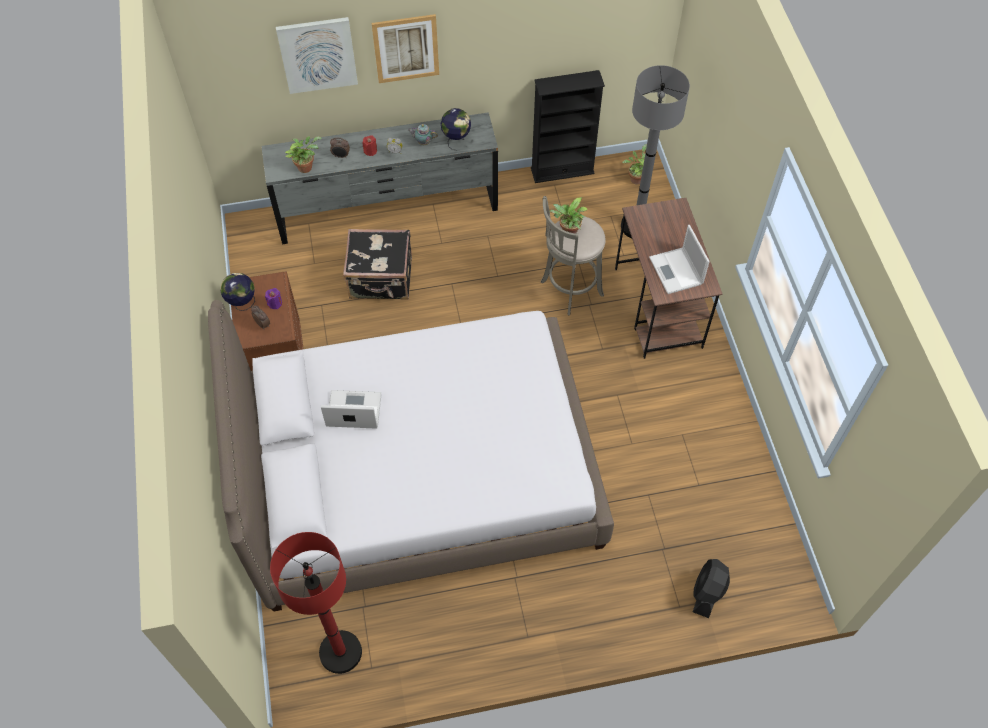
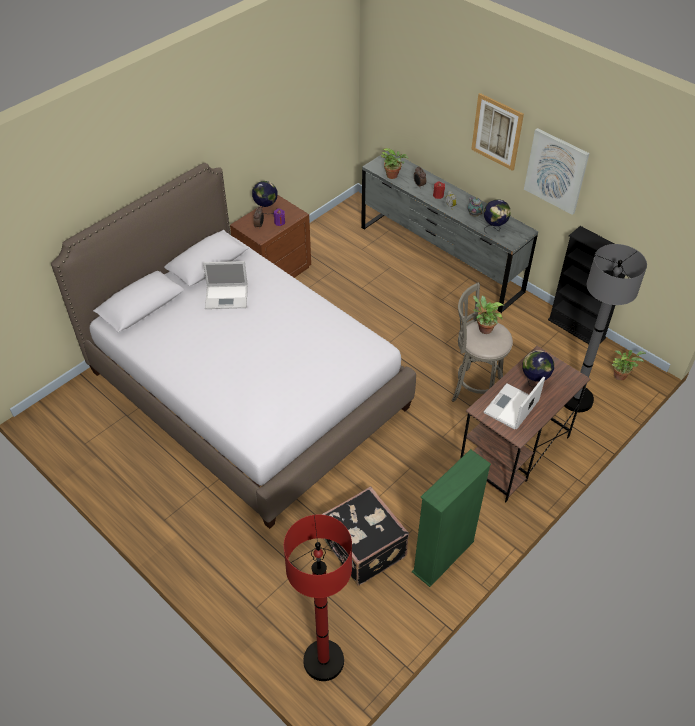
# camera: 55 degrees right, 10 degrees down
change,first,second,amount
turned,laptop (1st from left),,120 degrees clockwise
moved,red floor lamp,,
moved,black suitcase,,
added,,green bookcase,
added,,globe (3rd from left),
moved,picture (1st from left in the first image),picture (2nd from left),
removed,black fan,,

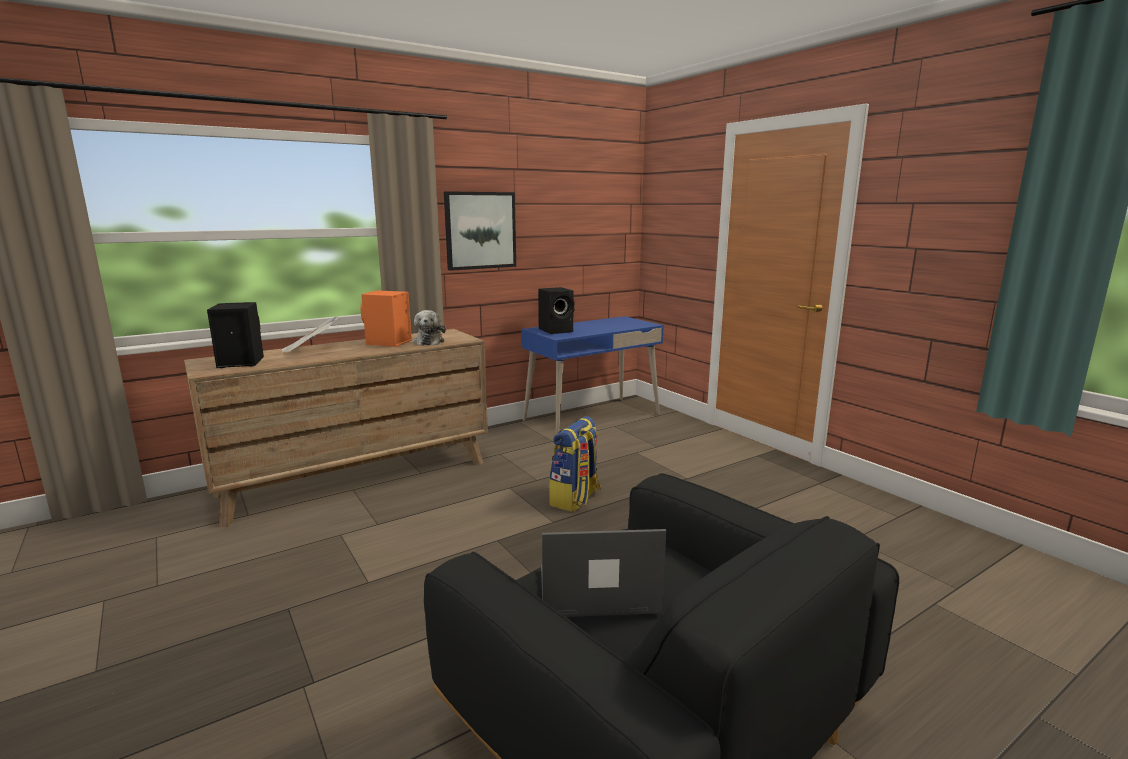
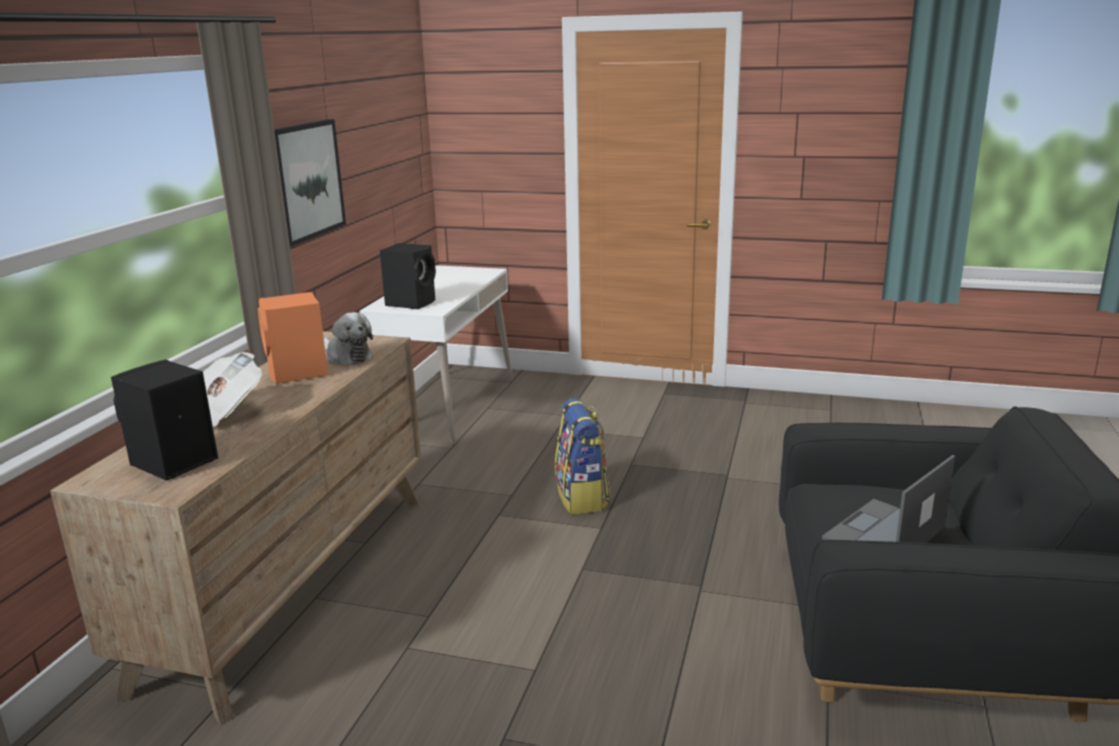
# camera: 40 degrees left, 5 degrees up
change,first,second,amount
recoloured,blue desk,white desk,

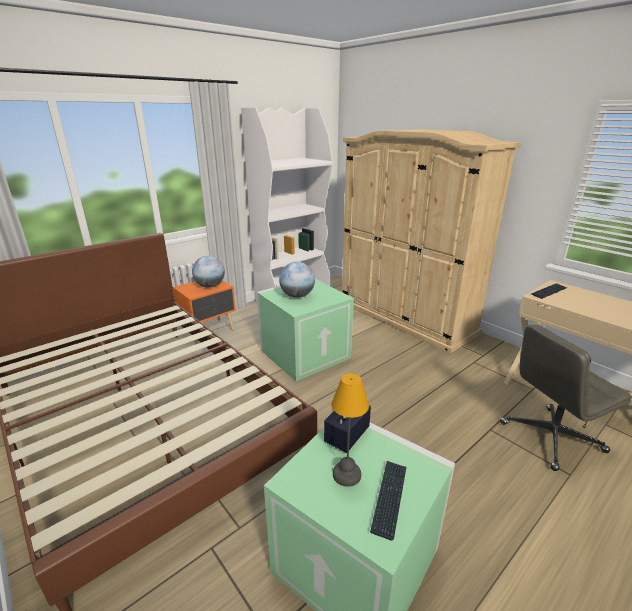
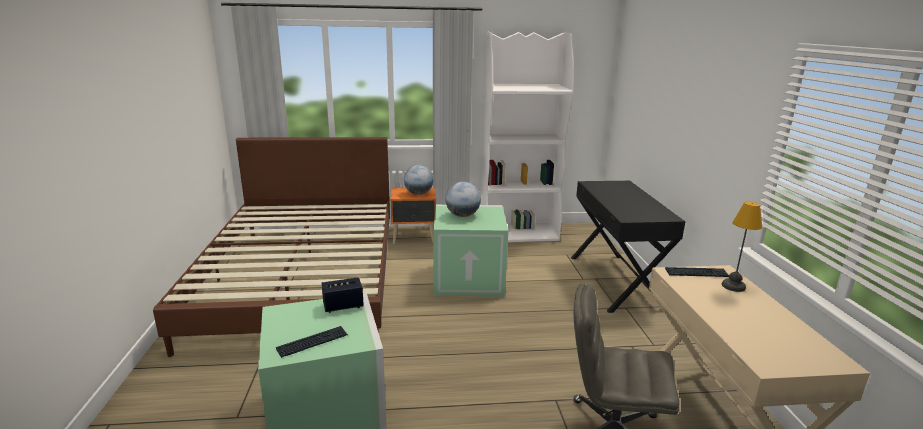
# camera: 35 degrees right, 5 degrees down
change,first,second,amount
replaced,beige wardrobe,black desk,
moved,table lamp,,

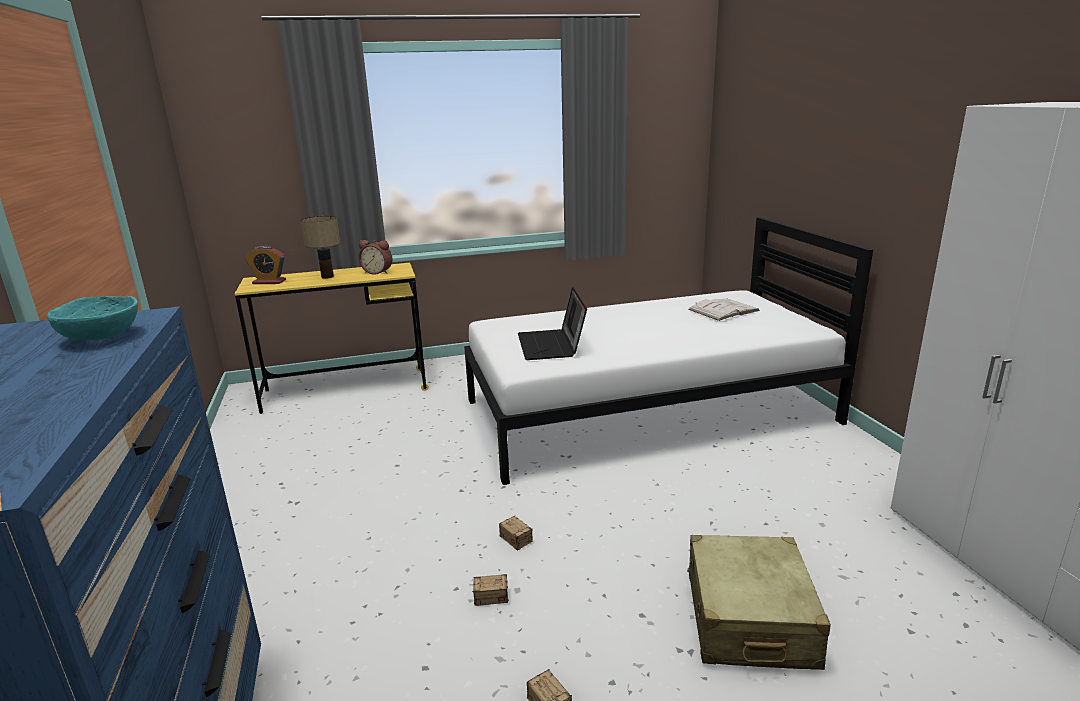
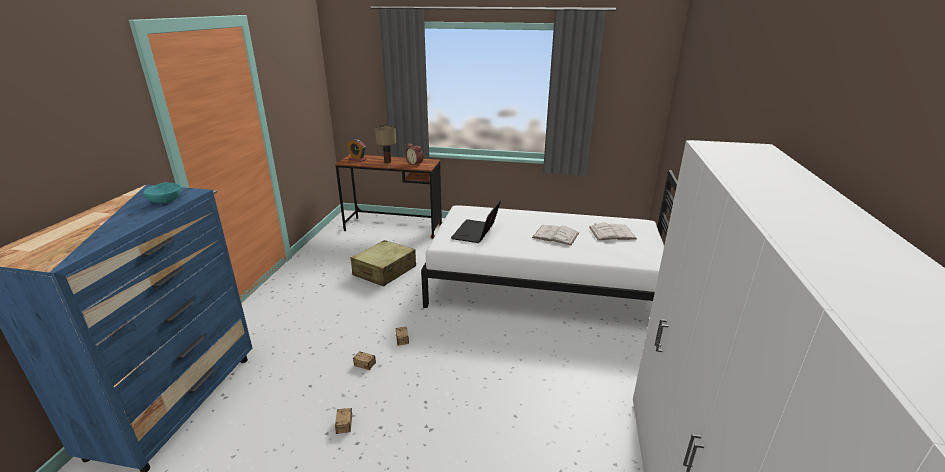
# camera: 25 degrees right, 5 degrees up
change,first,second,amount
recoloured,yellow desk,brown desk,
moved,beige suitcase,,
added,,white book (1st from left),

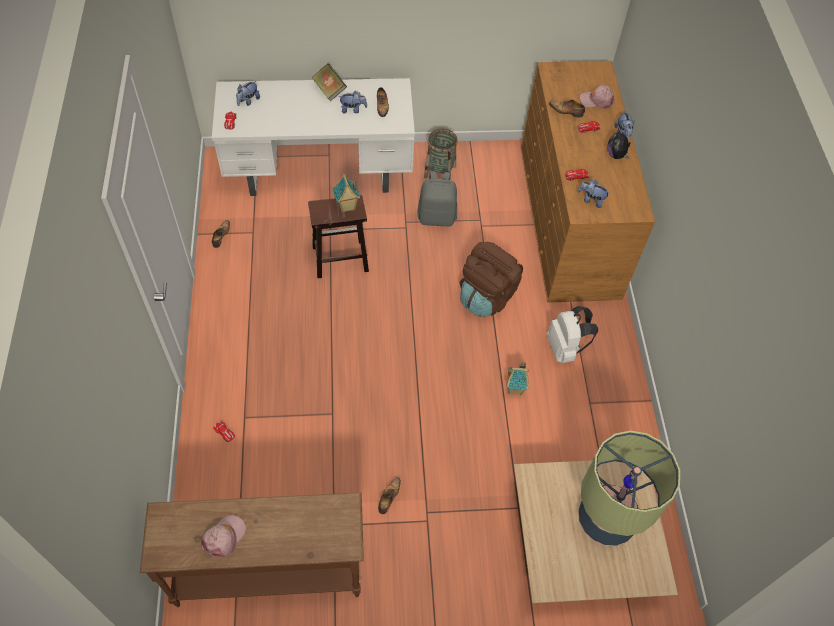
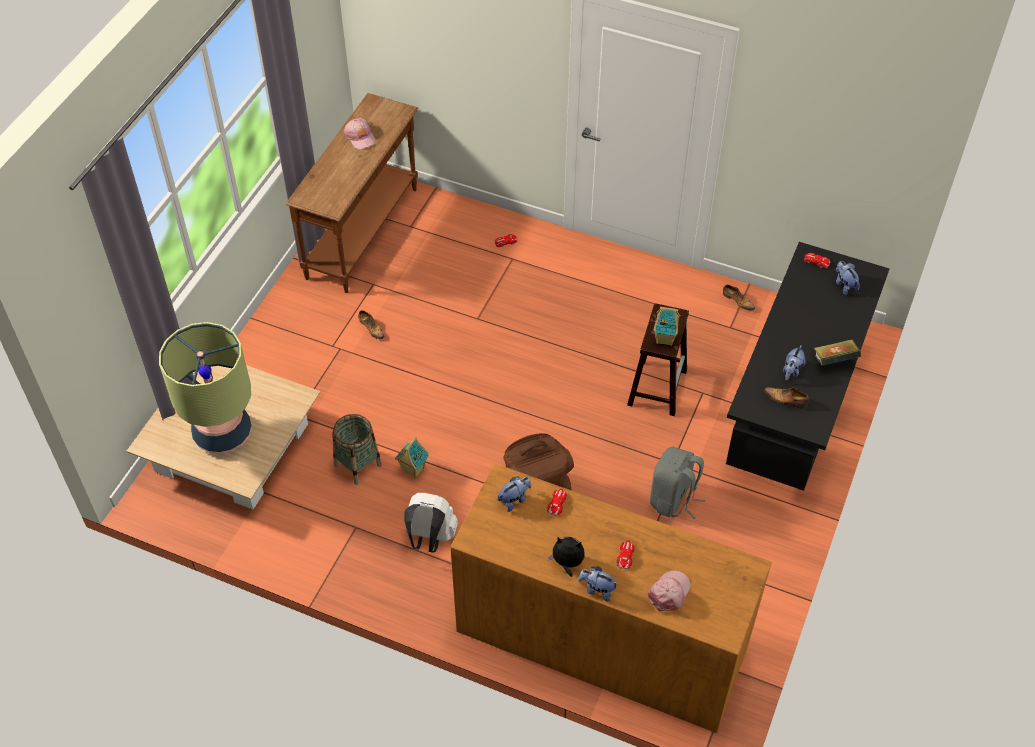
# camera: 120 degrees right, 5 degrees down
change,first,second,amount
moved,basket,,
recoloured,white desk,black desk,
removed,shoe (4th from left),,

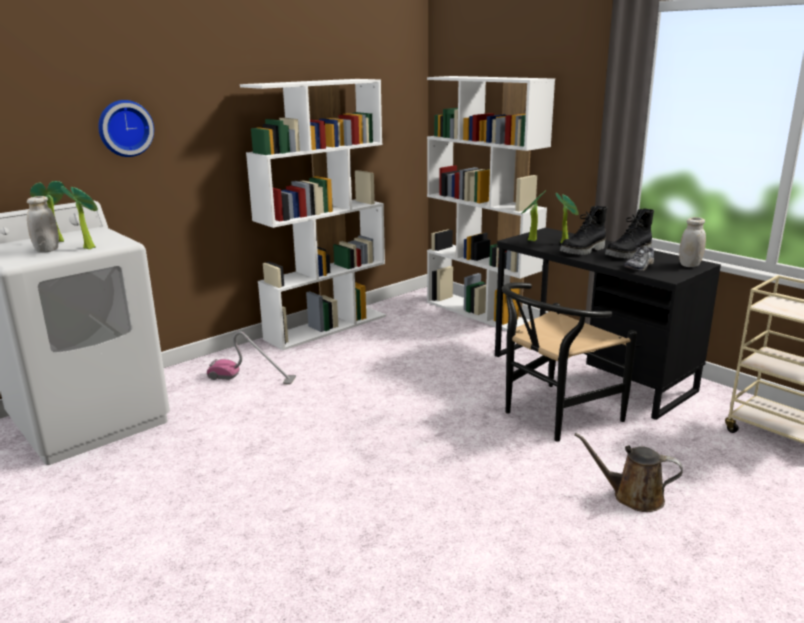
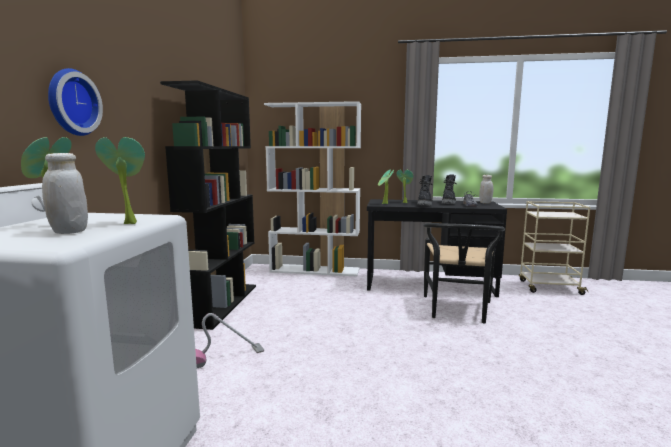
# camera: 40 degrees left, 10 degrees down
change,first,second,amount
recoloured,white bookcase (1st from left),black bookcase,
removed,brown watering can,,

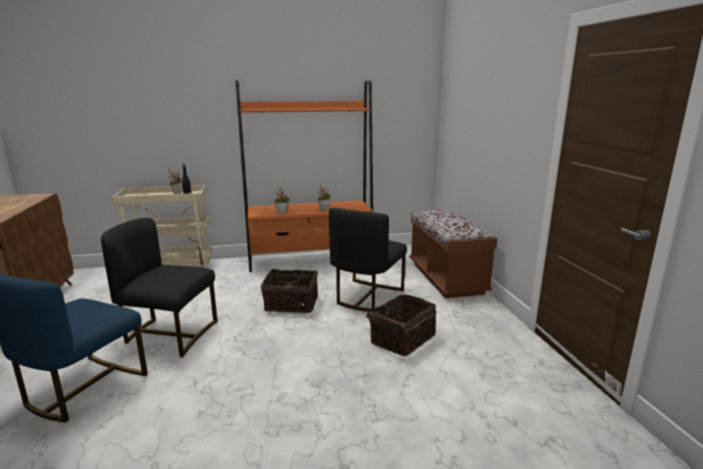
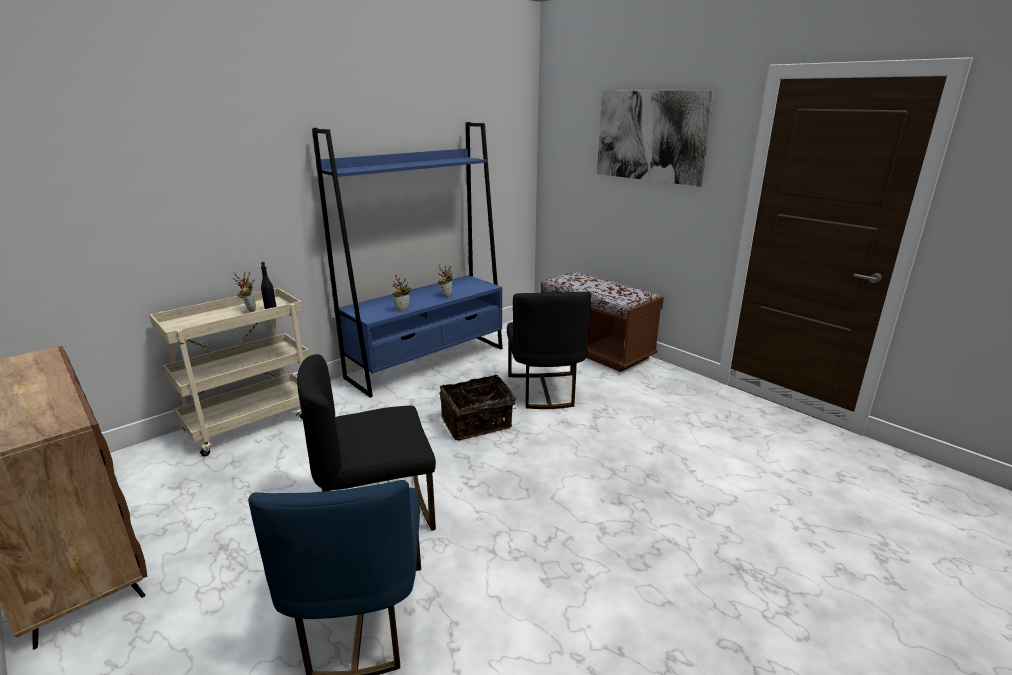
# camera: 30 degrees left, 5 degrees up
change,first,second,amount
recoloured,orange bookcase,blue bookcase,
added,,picture,
removed,basket (2nd from left),,

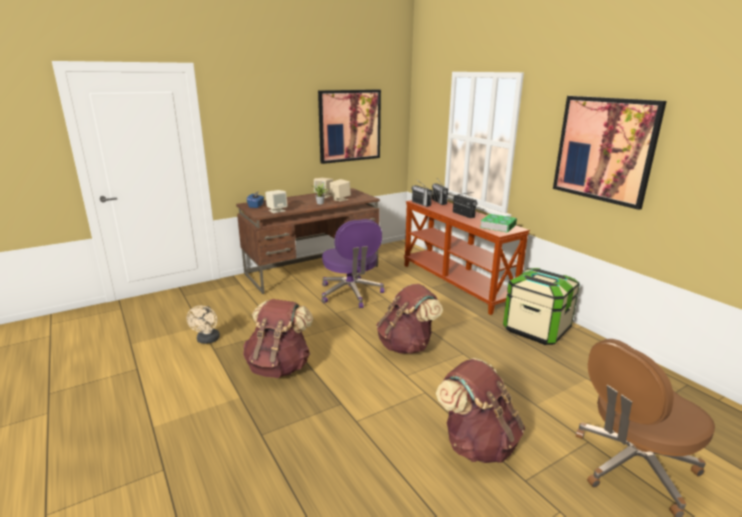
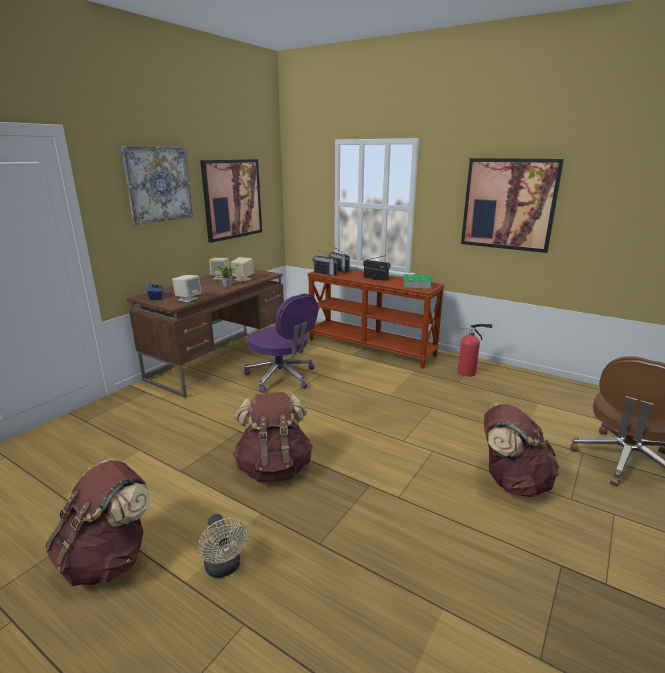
# camera: 25 degrees left, 0 degrees up
change,first,second,amount
moved,brown backpack (2nd from left in the first image),brown backpack (1st from left),
added,,picture (1st from left),
moved,beige fan,,
replaced,storage box,fire extinguisher,

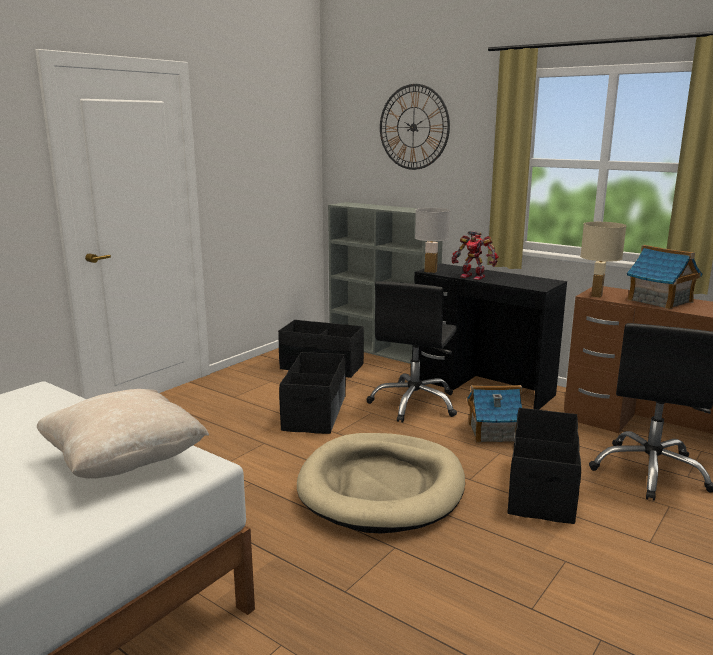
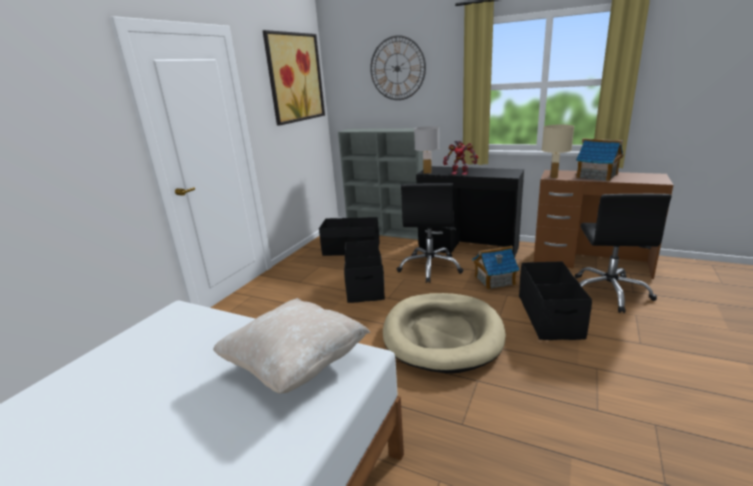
# camera: 10 degrees left, 5 degrees up
change,first,second,amount
added,,picture,

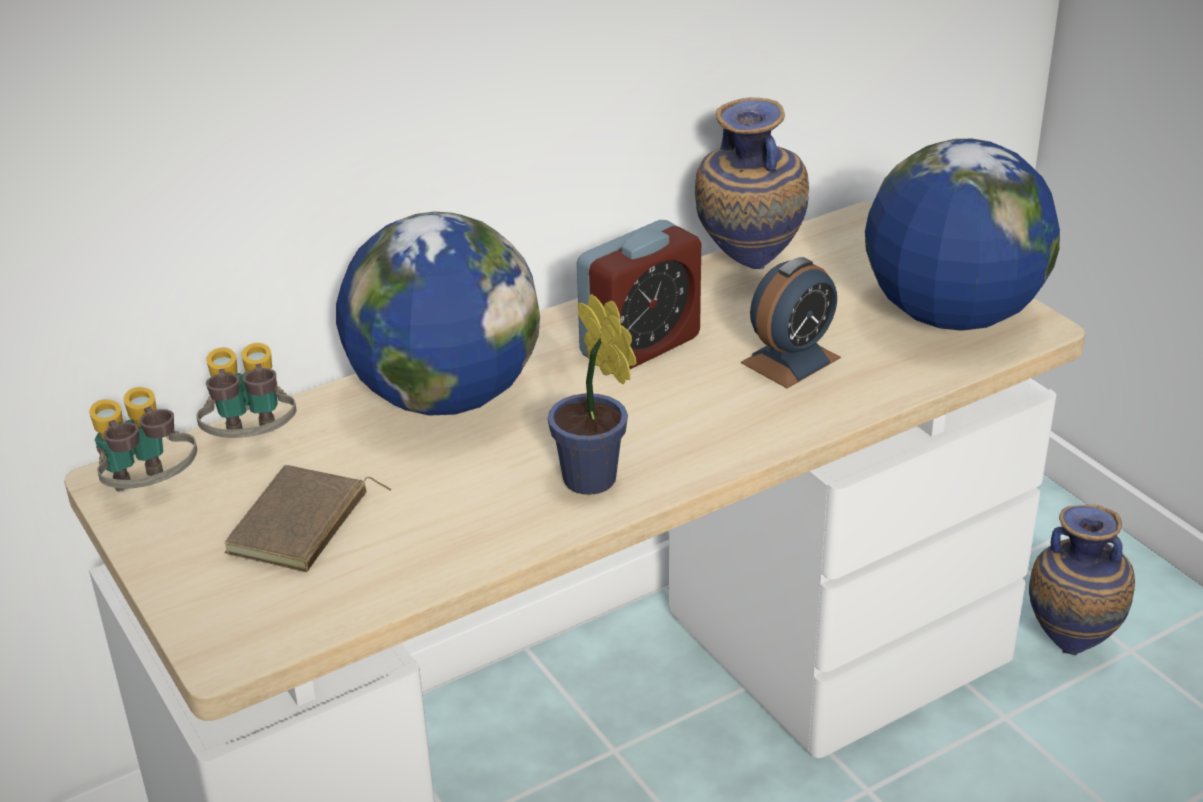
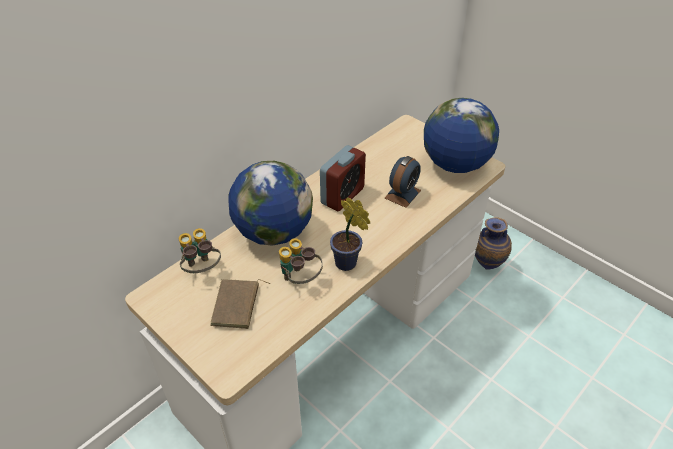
# camera: 15 degrees left, 10 degrees up
change,first,second,amount
moved,binoculars (1st from left in the first image),binoculars (2nd from left),
removed,vase (1st from left),,

